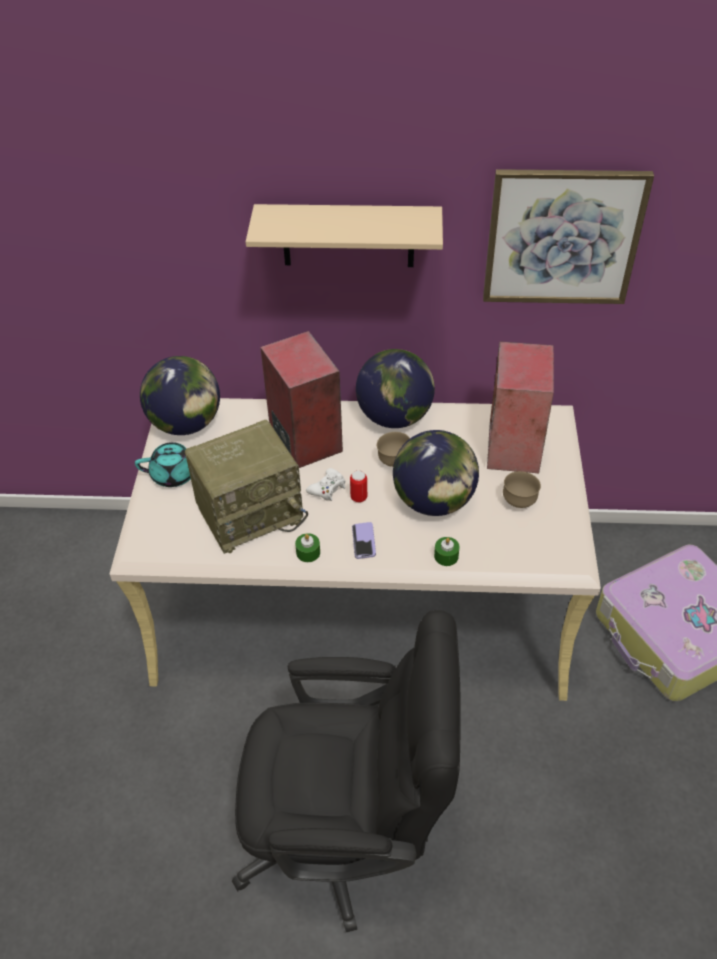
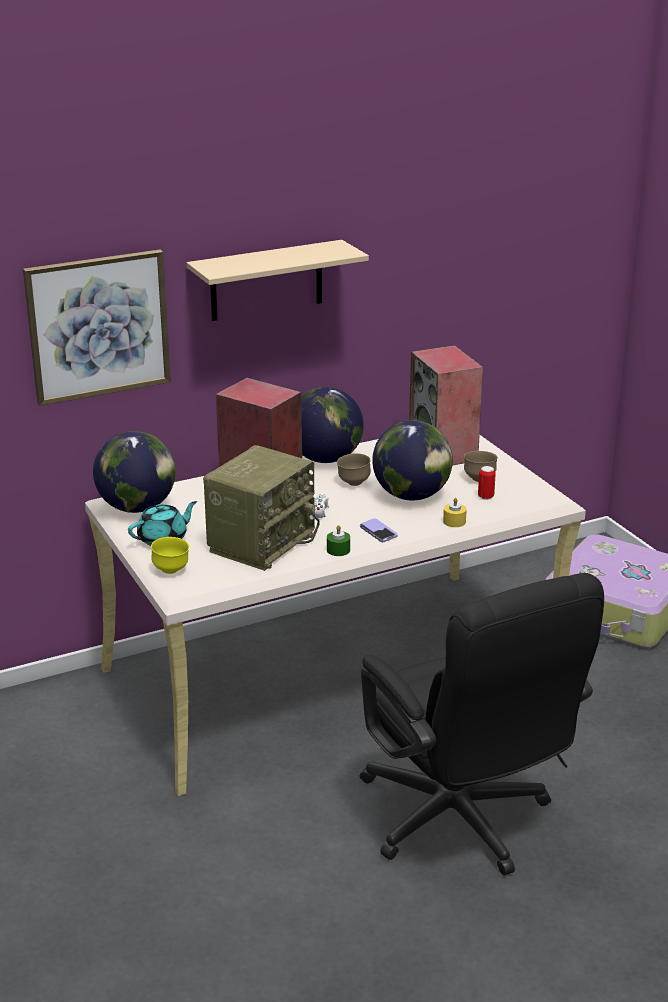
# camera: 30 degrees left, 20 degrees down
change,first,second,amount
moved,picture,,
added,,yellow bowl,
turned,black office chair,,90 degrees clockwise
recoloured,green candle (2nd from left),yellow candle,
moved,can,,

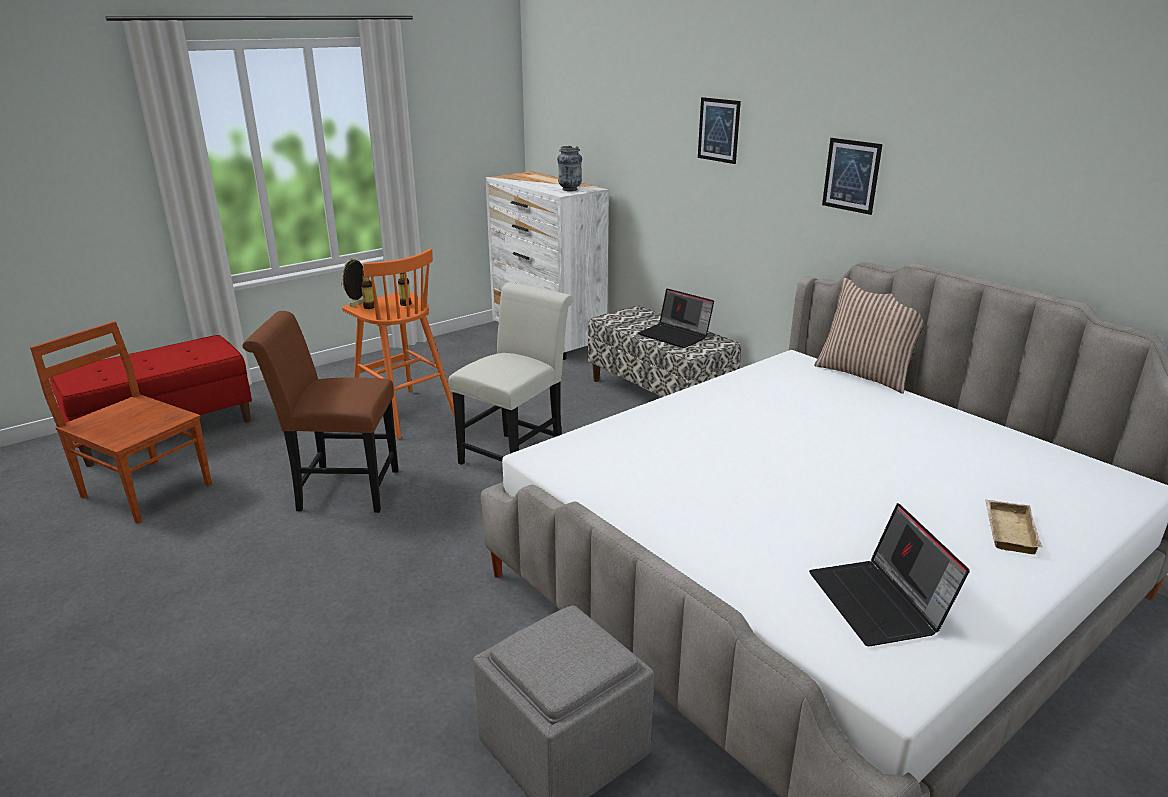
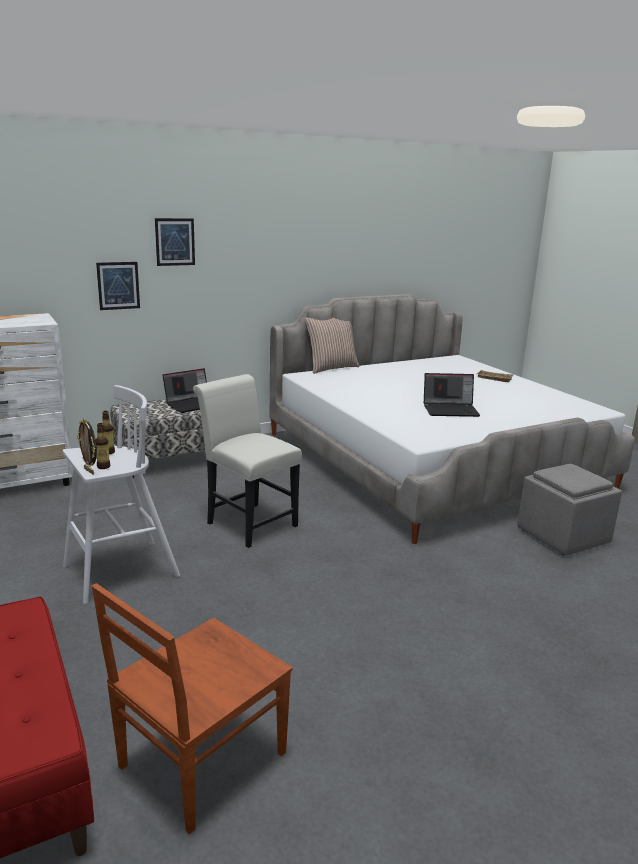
# camera: 80 degrees left, 5 degrees down
change,first,second,amount
recoloured,orange stool,white stool,
moved,picture (2nd from left in the first image),picture (1st from left),
moved,laptop (2nd from left),,
removed,brown chair (2nd from left),,
removed,vase,,

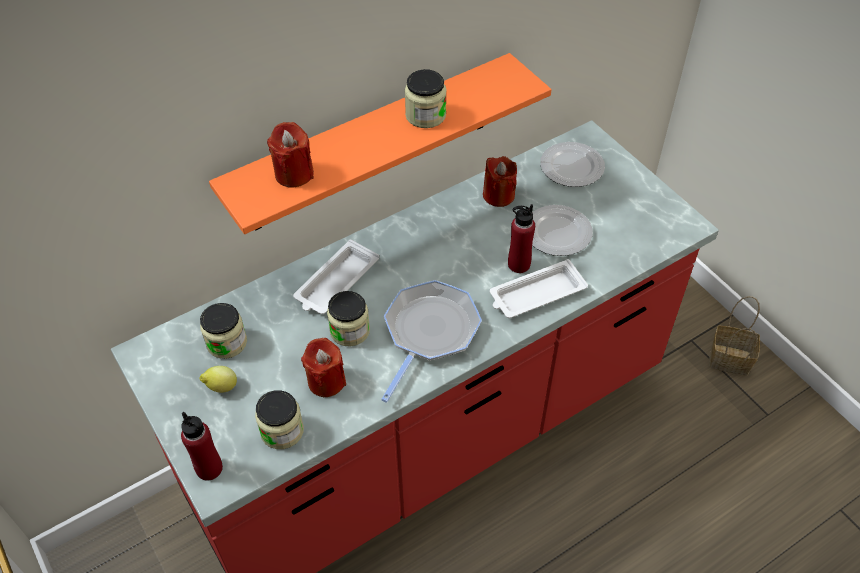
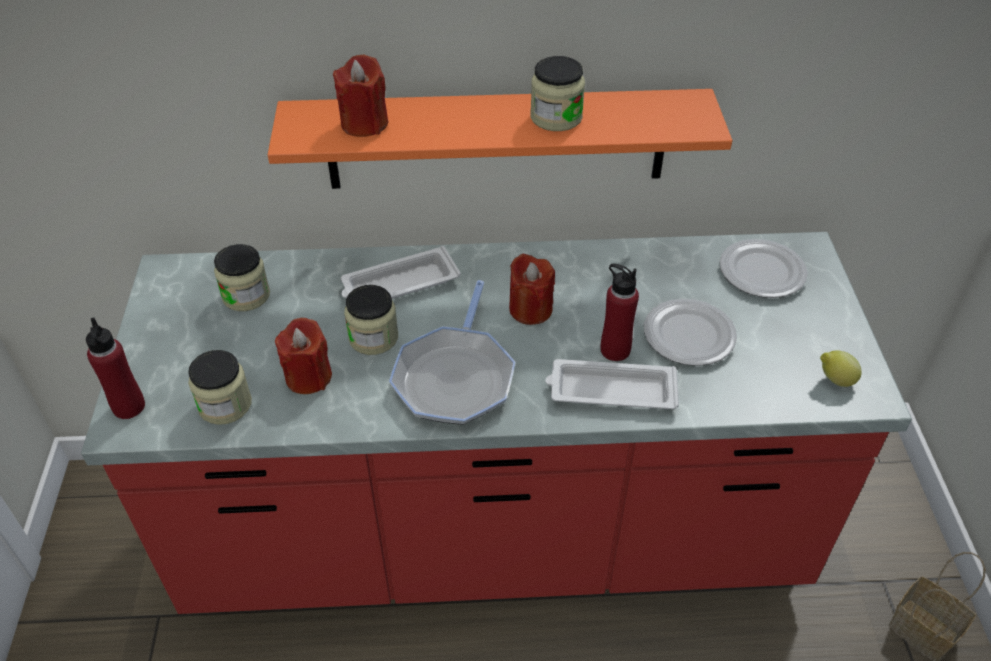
# camera: 30 degrees right, 5 degrees down
change,first,second,amount
turned,frying pan,,135 degrees clockwise
moved,red candle (3rd from left),,
moved,lemon,,

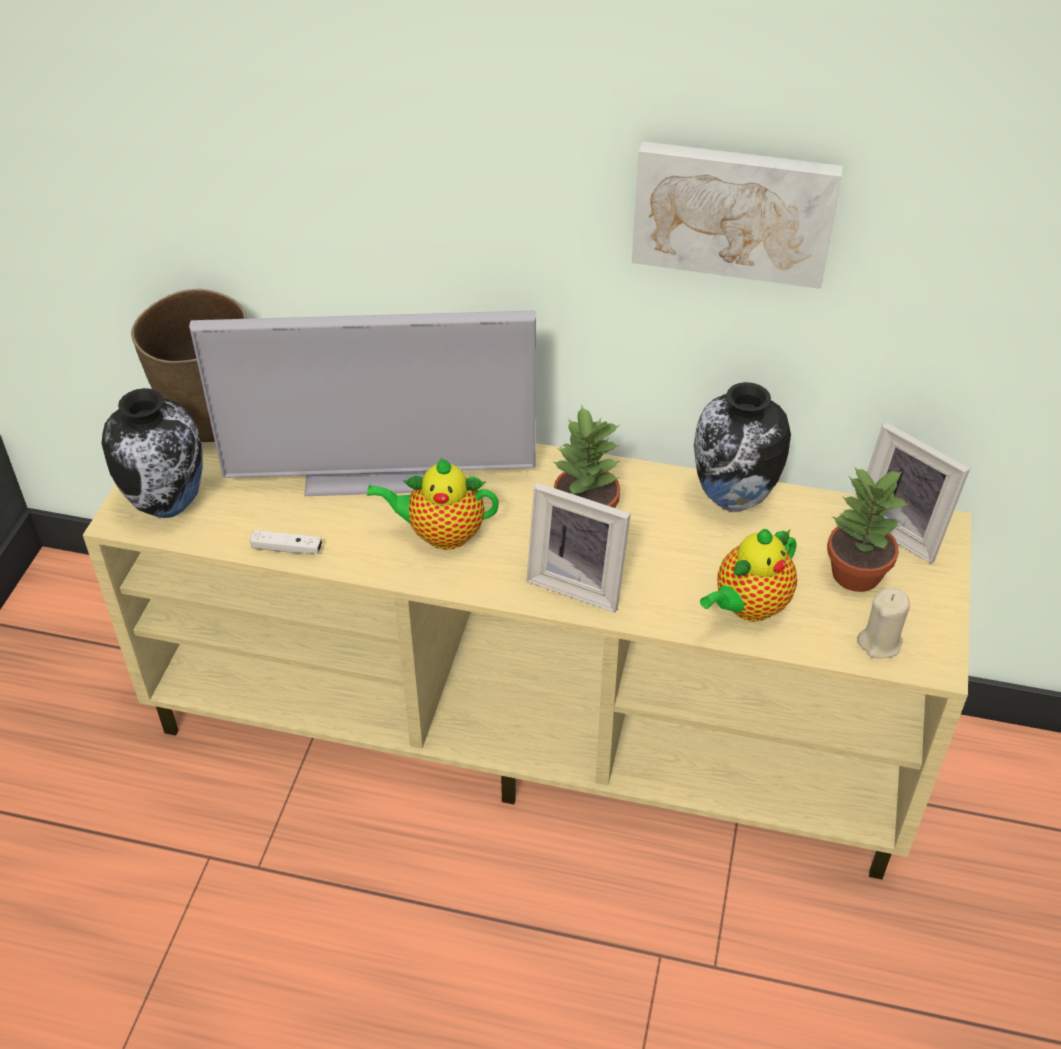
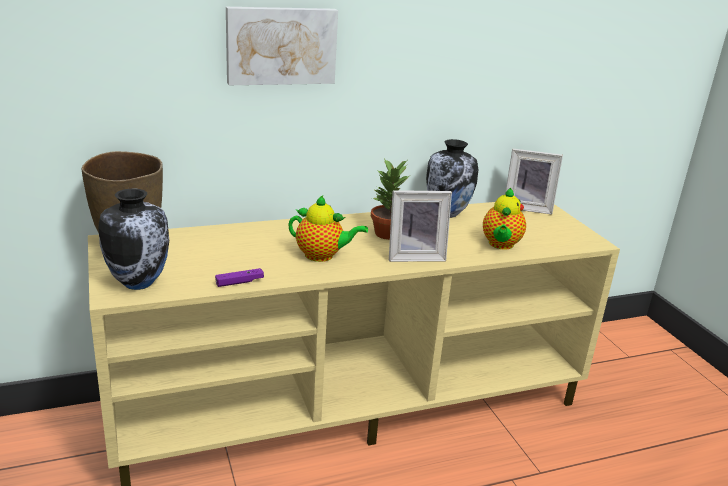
# camera: 35 degrees left, 20 degrees down
change,first,second,amount
recoloured,white game controller,purple game controller,
moved,picture,,
turned,teapot (1st from left),,135 degrees counterclockwise
removed,television,,
removed,potted plant (2nd from left),,
removed,beige candle,,

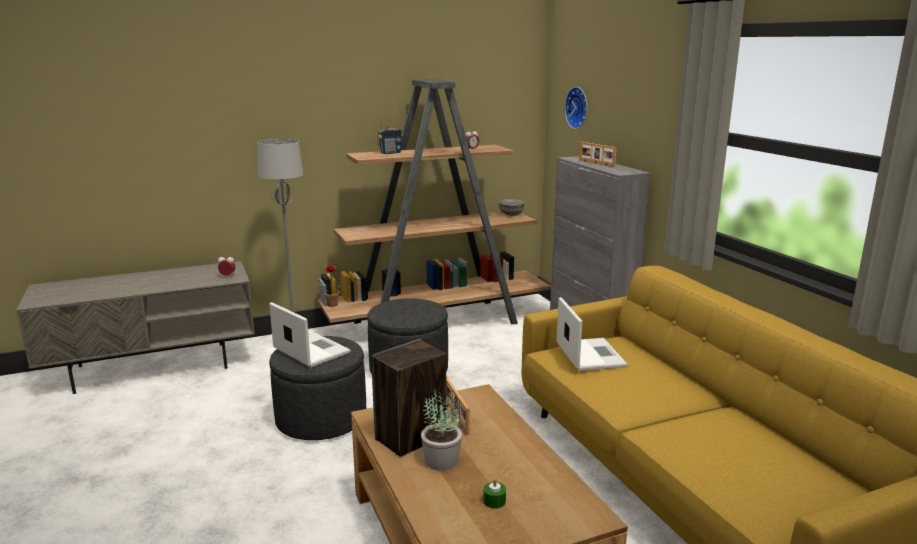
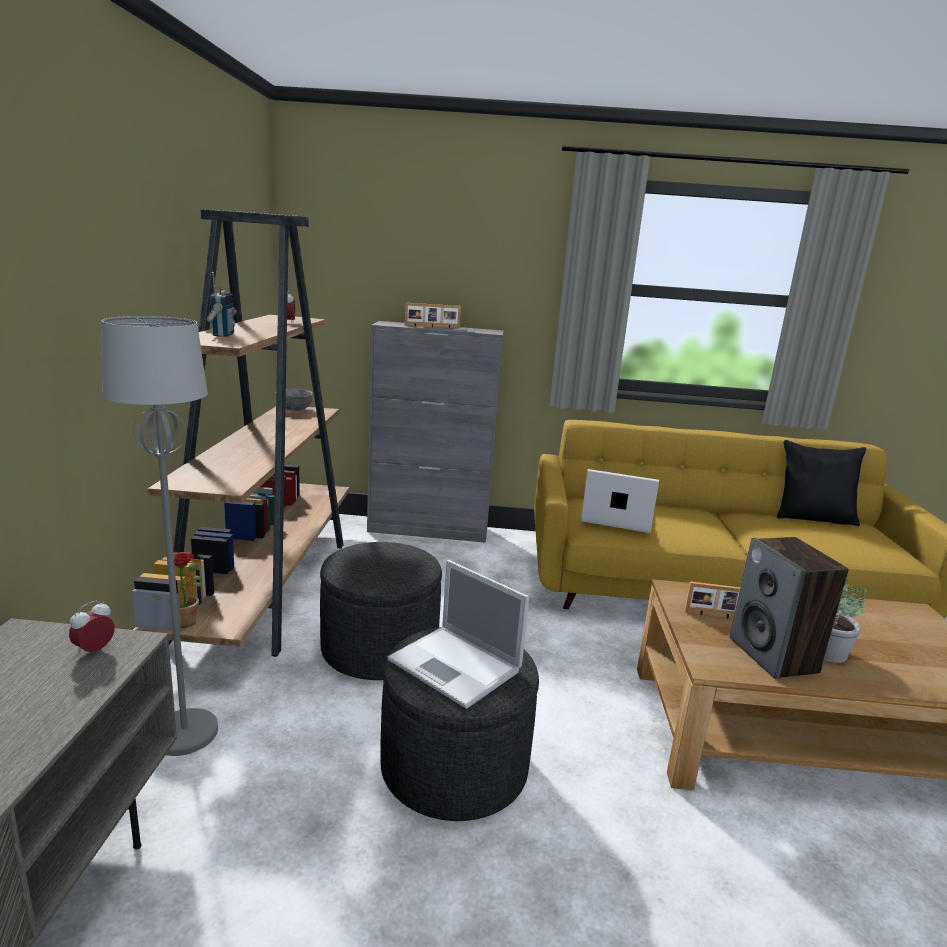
# camera: 65 degrees left, 0 degrees up
change,first,second,amount
turned,laptop (1st from left),,120 degrees counterclockwise
added,,black pillow,
removed,green candle,,
removed,wall clock,,

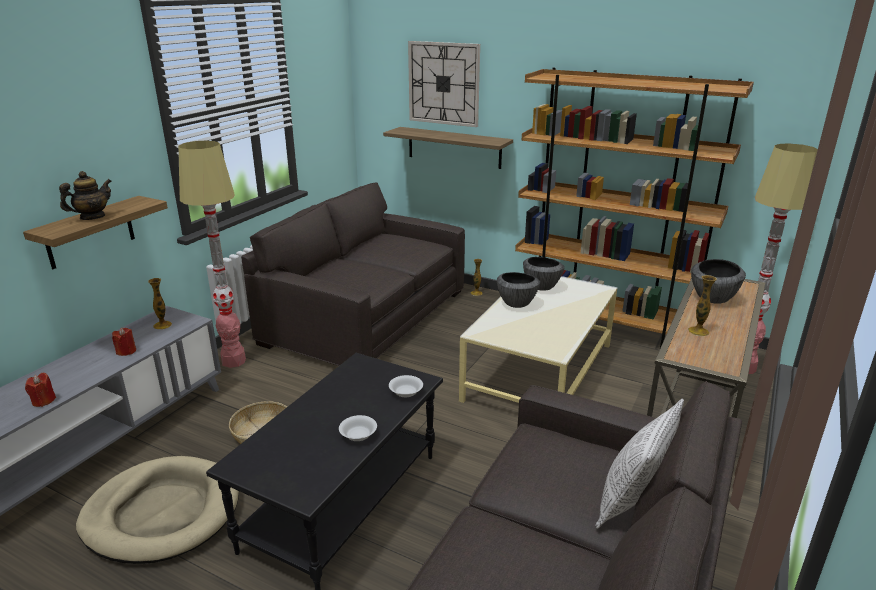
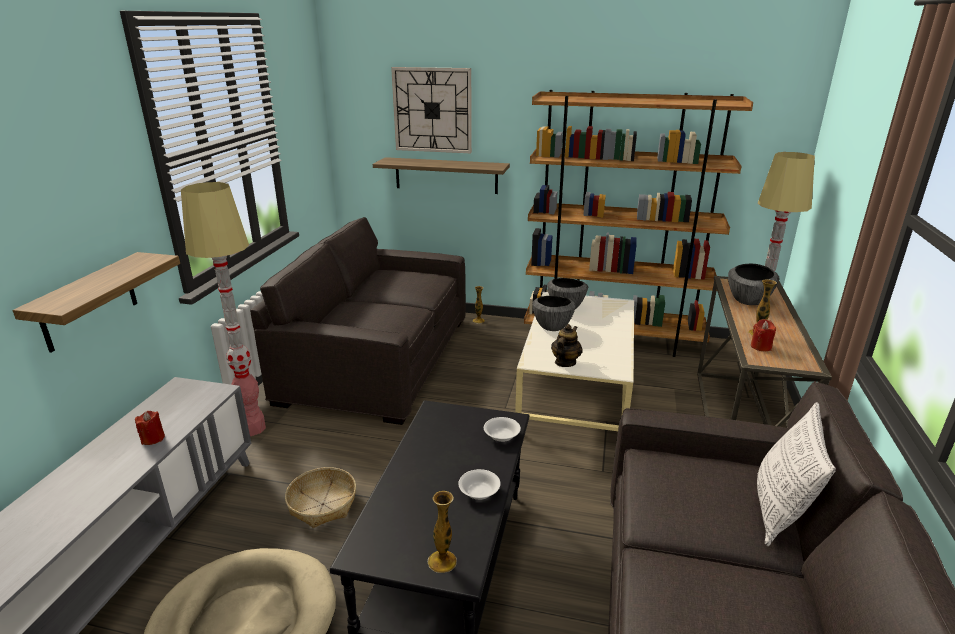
# camera: 15 degrees left, 0 degrees up
change,first,second,amount
moved,vase (1st from left),,
moved,teapot,,
moved,red candle (1st from left in the first image),red candle (2nd from left),

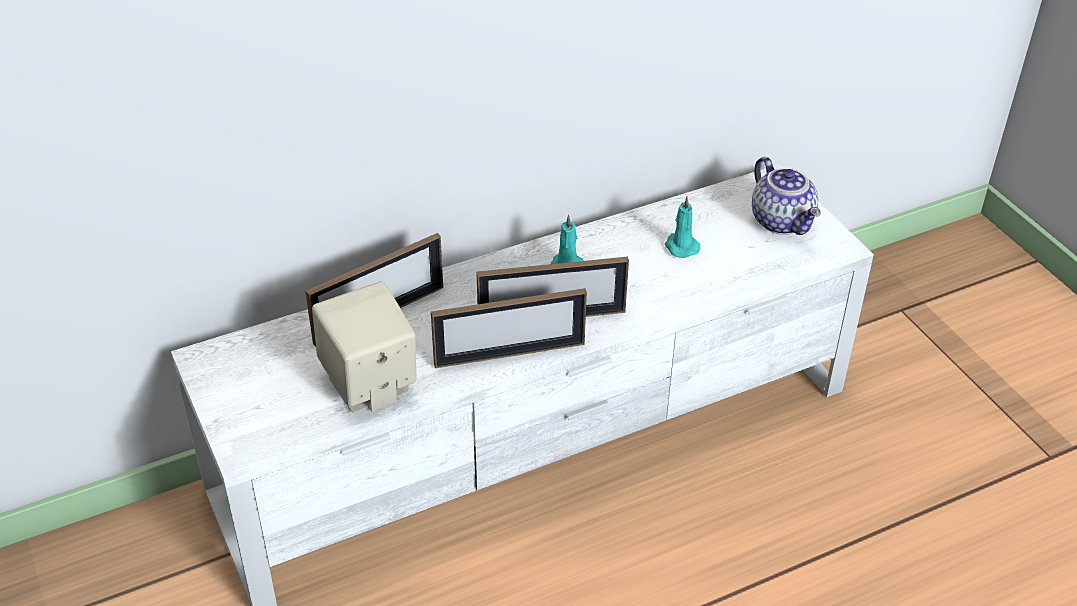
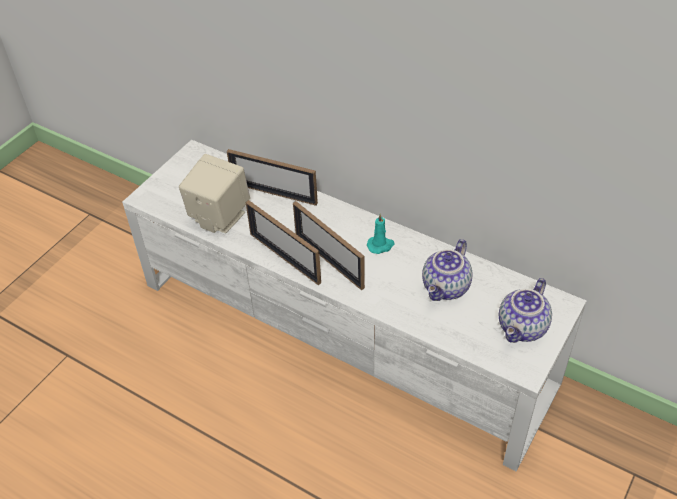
# camera: 60 degrees right, 5 degrees up
change,first,second,amount
replaced,turquoise candle (2nd from left),teapot (1st from left),

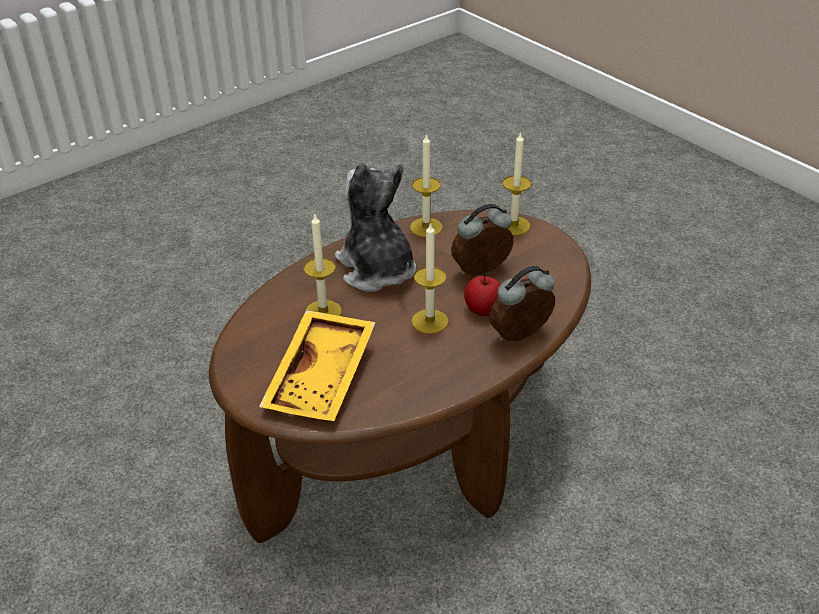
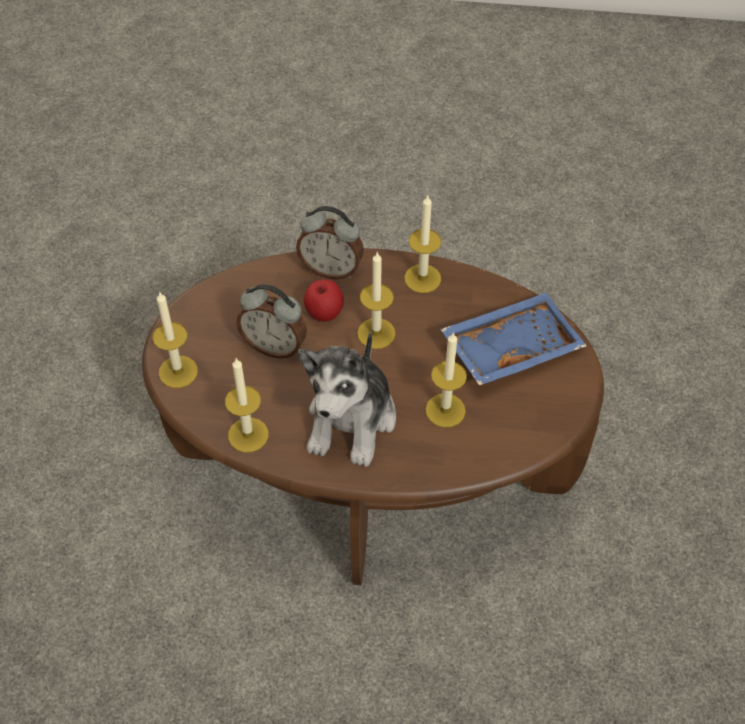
# camera: 135 degrees left, 15 degrees up
change,first,second,amount
added,,candle (4th from left),
recoloured,yellow tray,blue tray,

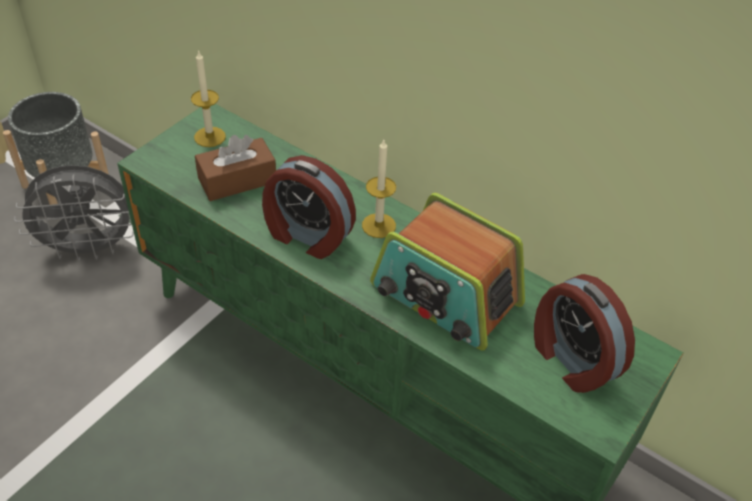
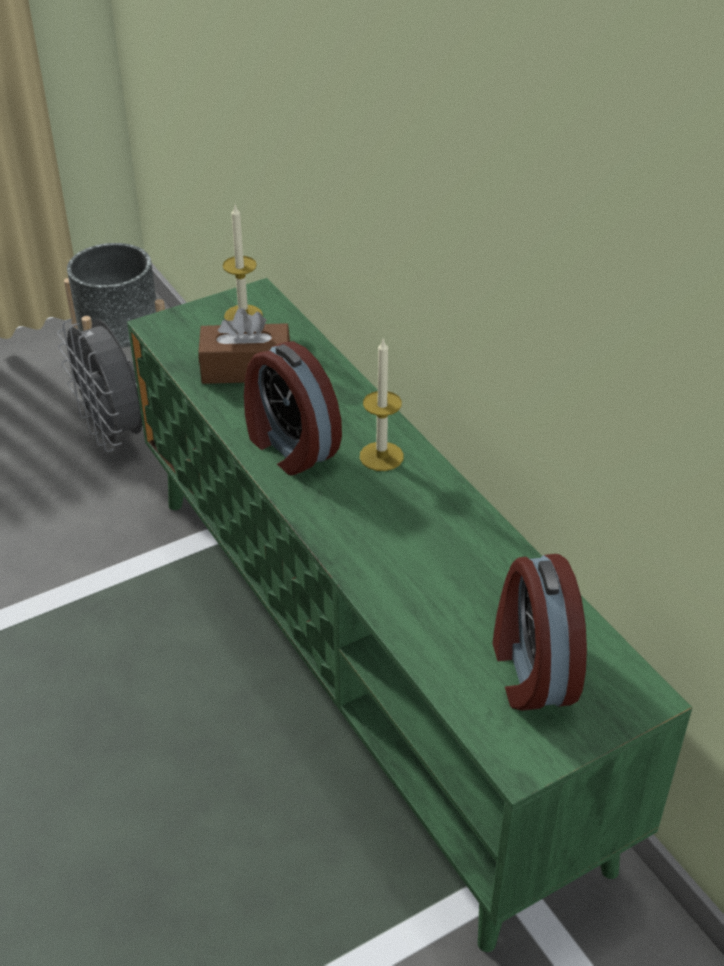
# camera: 25 degrees right, 5 degrees down
change,first,second,amount
turned,grey fan,,45 degrees clockwise
removed,radio,,

